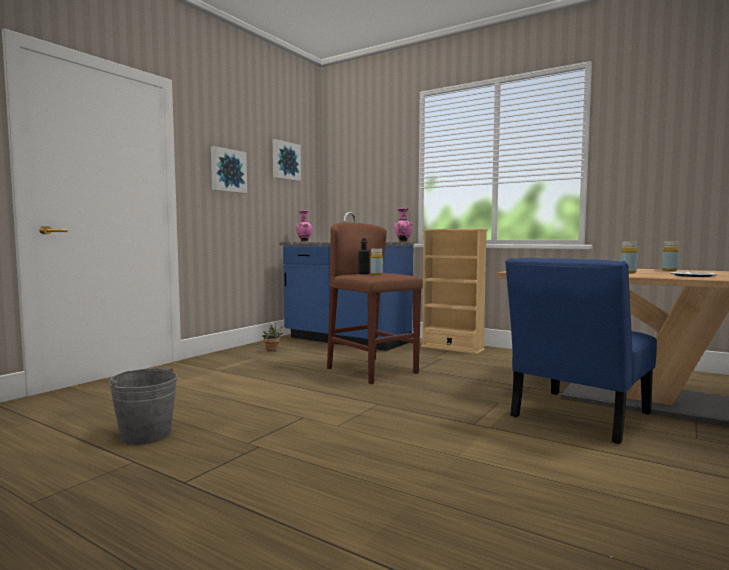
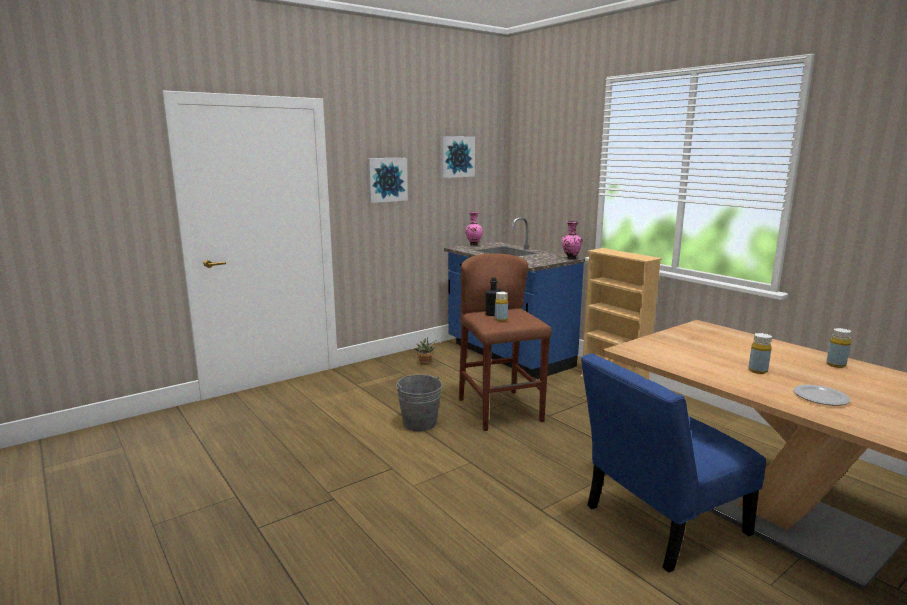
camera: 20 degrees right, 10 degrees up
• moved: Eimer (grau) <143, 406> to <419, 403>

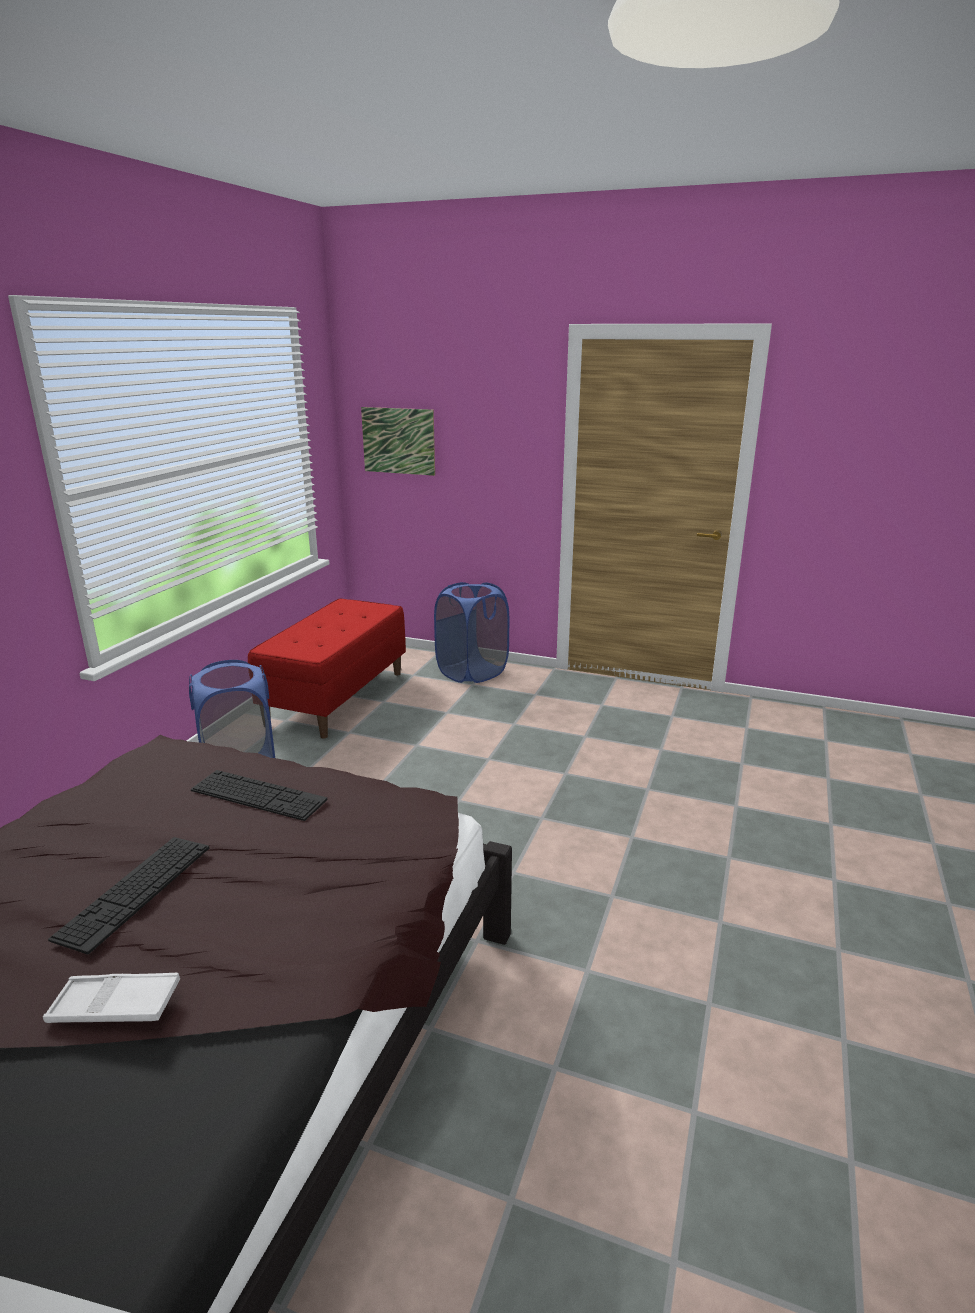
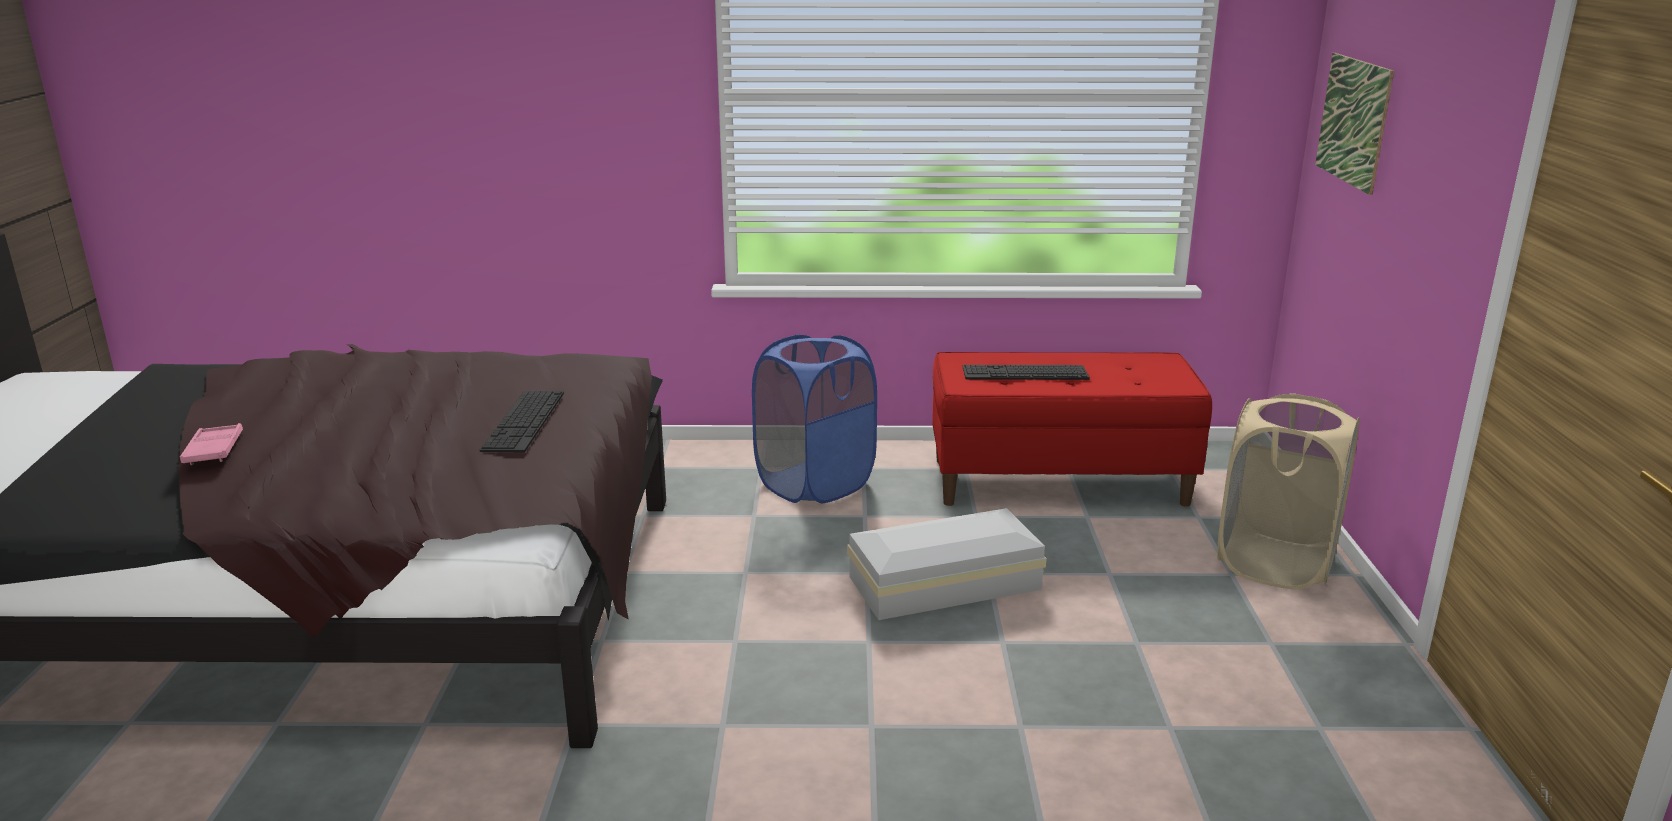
camera: 70 degrees right, 0 degrees up
• recoloured: Tablett (weiß) <111, 998> to Tablett (rosa) <211, 444>
• moved: Tastatur <128, 895> to <1026, 372>
• recoloured: Wäschekorb (blau) <471, 632> to Wäschekorb (beige) <1288, 491>
• added: Aufbewahrungsbox (weiß) <947, 564>

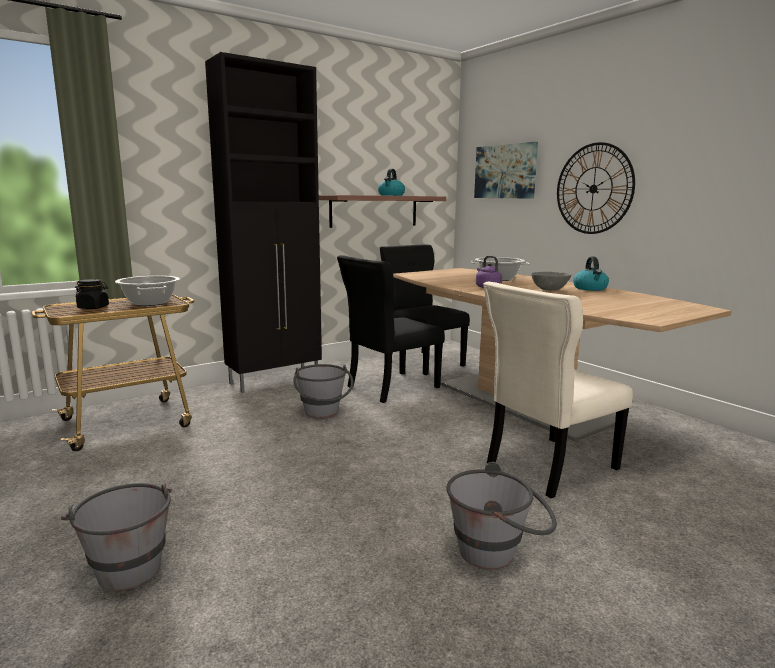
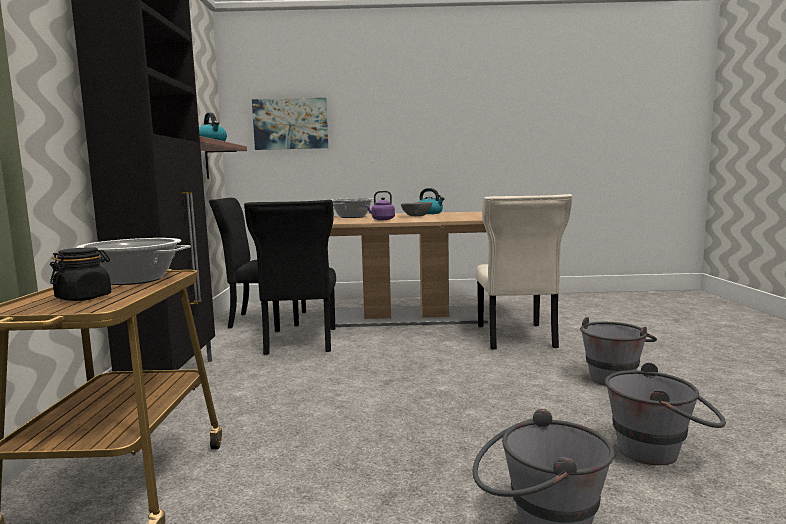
camera: 55 degrees left, 5 degrees down
• moved: Eimer (grau) <323, 391> to <665, 414>
• removed: Wanduhr <596, 188>

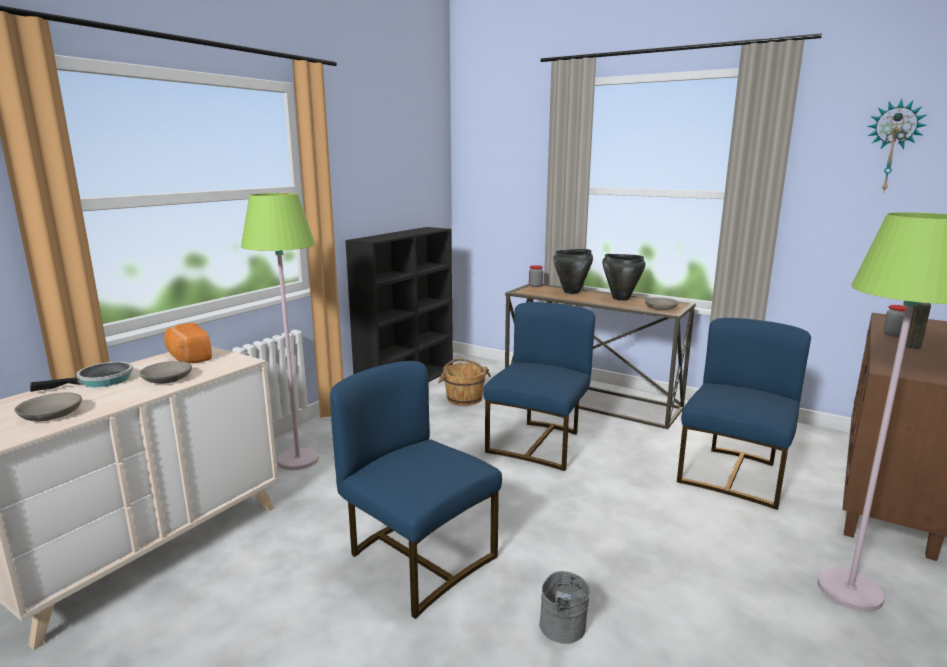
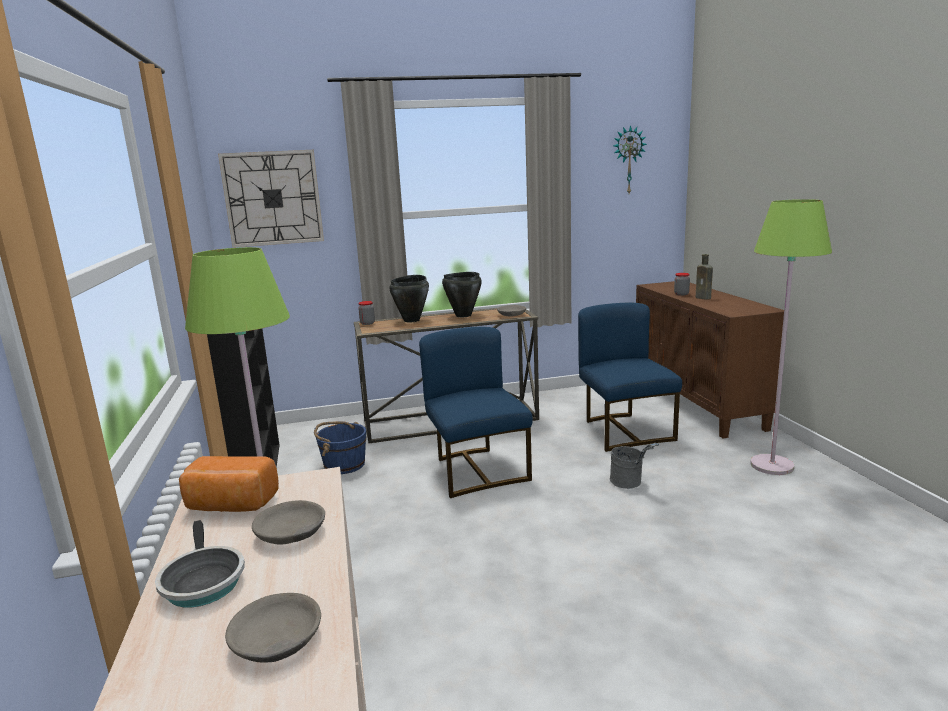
camera: 45 degrees left, 0 degrees up
• turned: Pfanne <81, 377> = <200, 563> 150 degrees clockwise
• removed: Stuhl (blau) <416, 490>
• recoloured: Eimer (braun) <464, 382> to Eimer (blau) <340, 447>
• moved: Eimer (grau) <564, 607> to <634, 466>
• added: Wanduhr <271, 199>

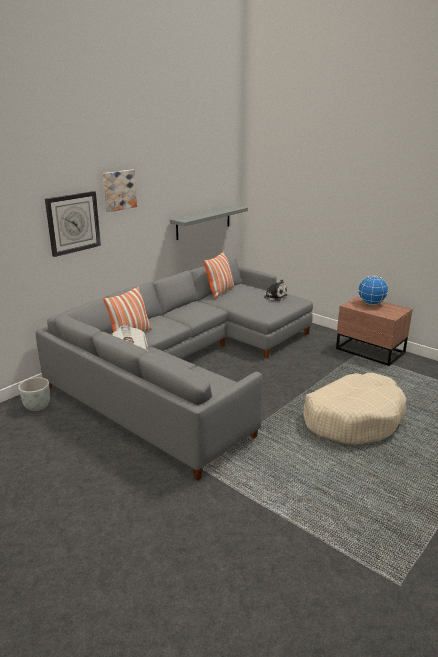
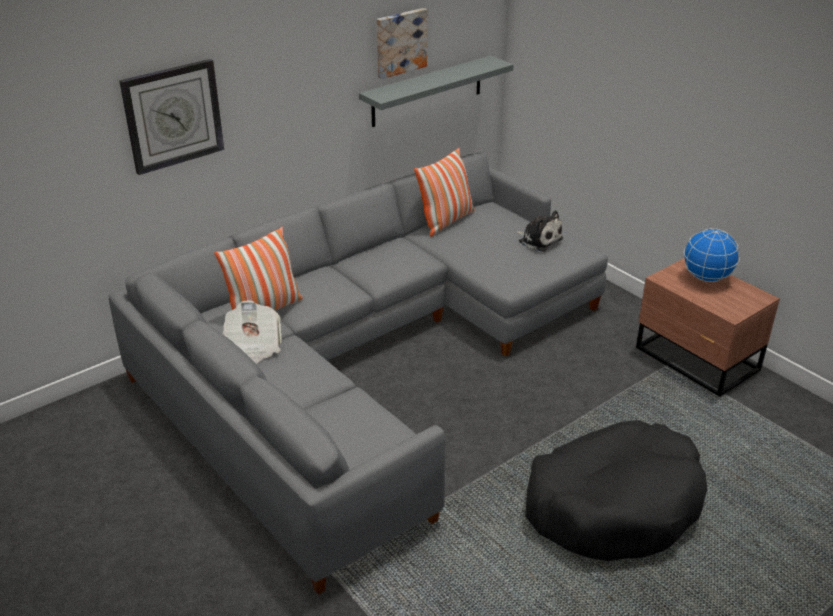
camera: 10 degrees right, 10 degrees up
• removed: Pflanzkübel (grau) <34, 394>
• moved: Bild <120, 191> to <402, 43>
• recoloured: Hundebett (beige) <354, 409> to Hundebett (schwarz) <616, 490>

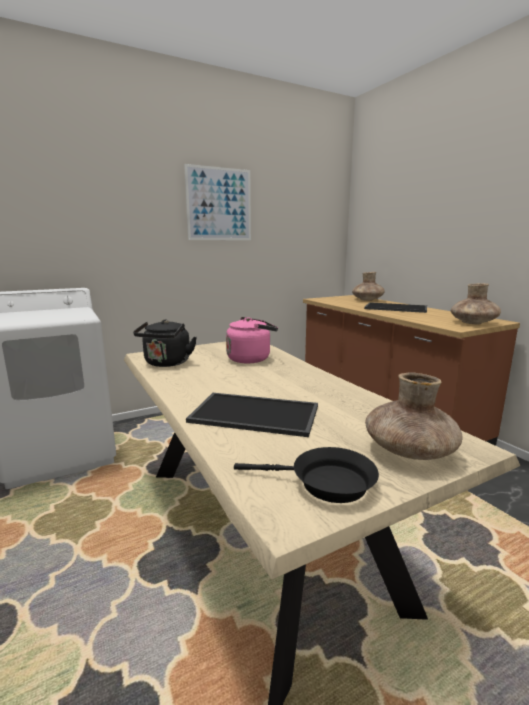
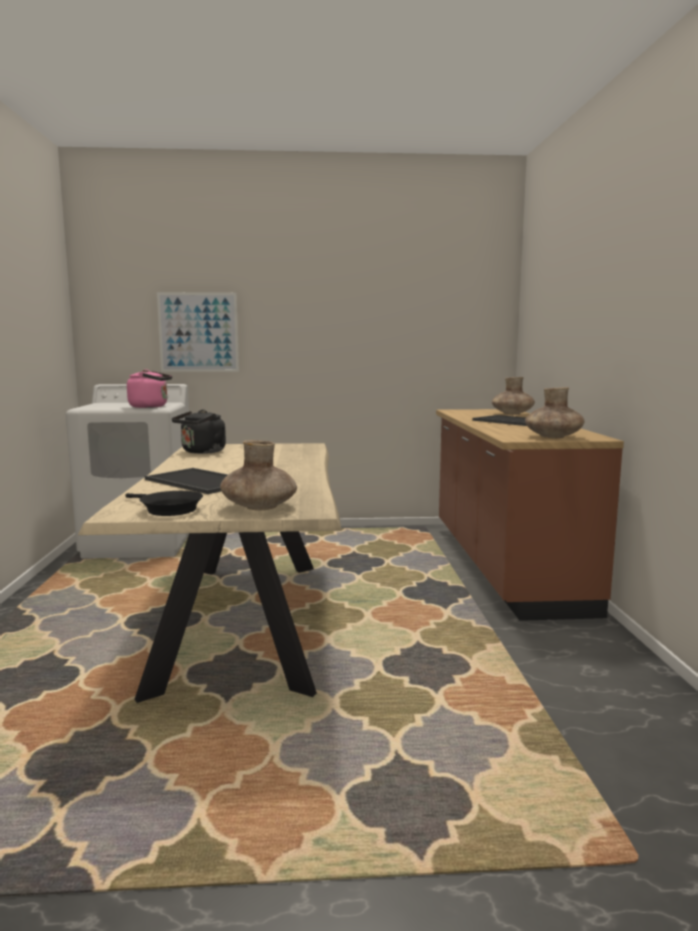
camera: 25 degrees right, 5 degrees down
• moved: Bild <217, 202> to <198, 332>
• moved: Wasserkessel (rosa) <252, 340> to <149, 388>

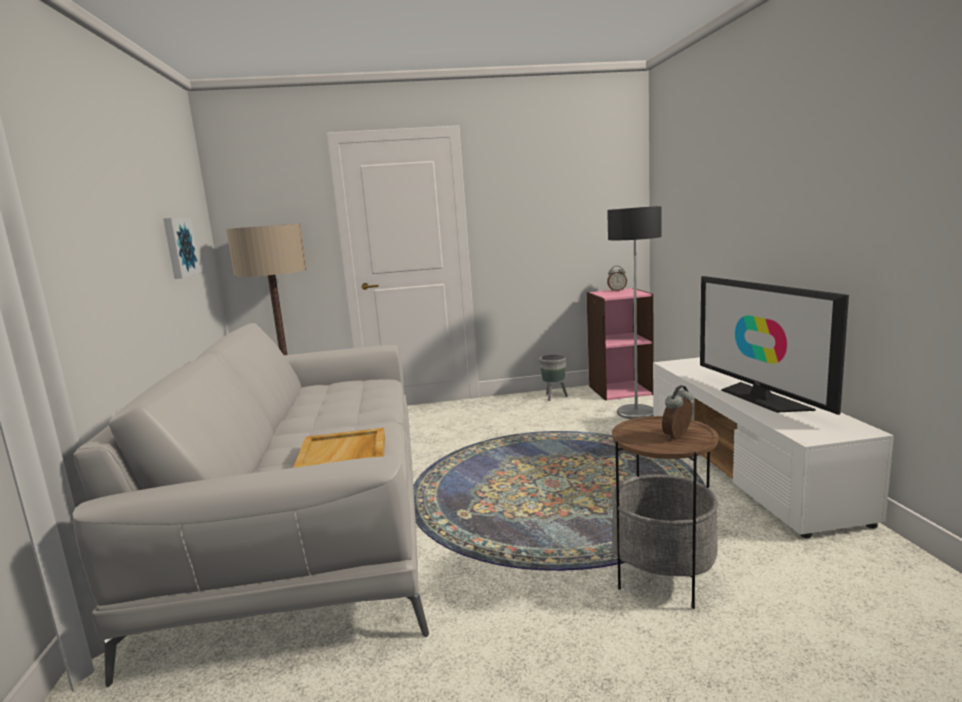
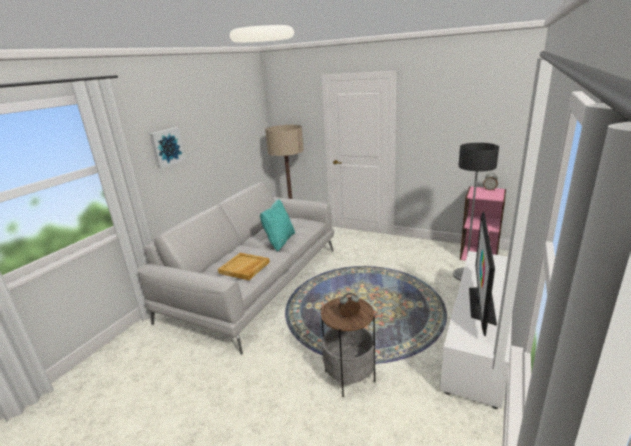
camera: 35 degrees right, 10 degrees up
• moved: Bild <182, 248> to <167, 148>
• removed: Pflanzkübel (grau) <553, 377>
• added: Kissen (türkis) <277, 225>

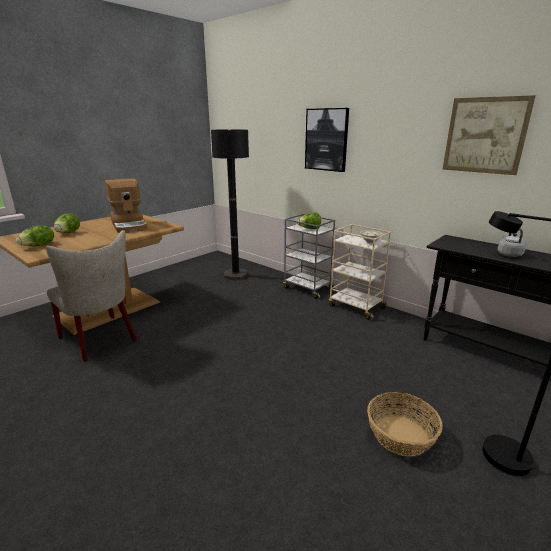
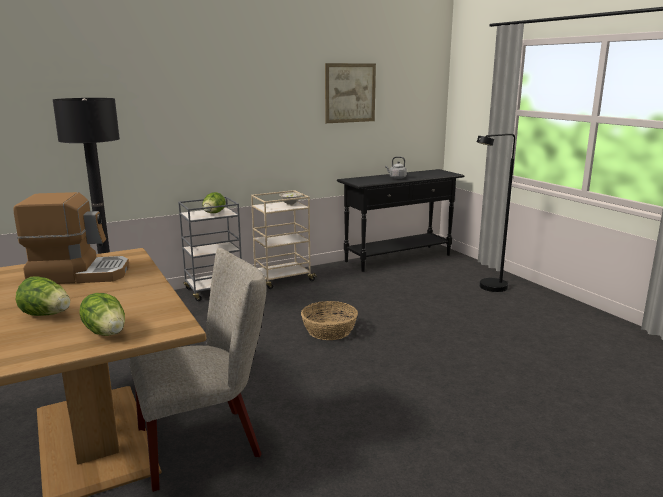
camera: 70 degrees left, 5 degrees down
• removed: Bild <327, 140>
• moved: Korb <405, 424> to <329, 320>

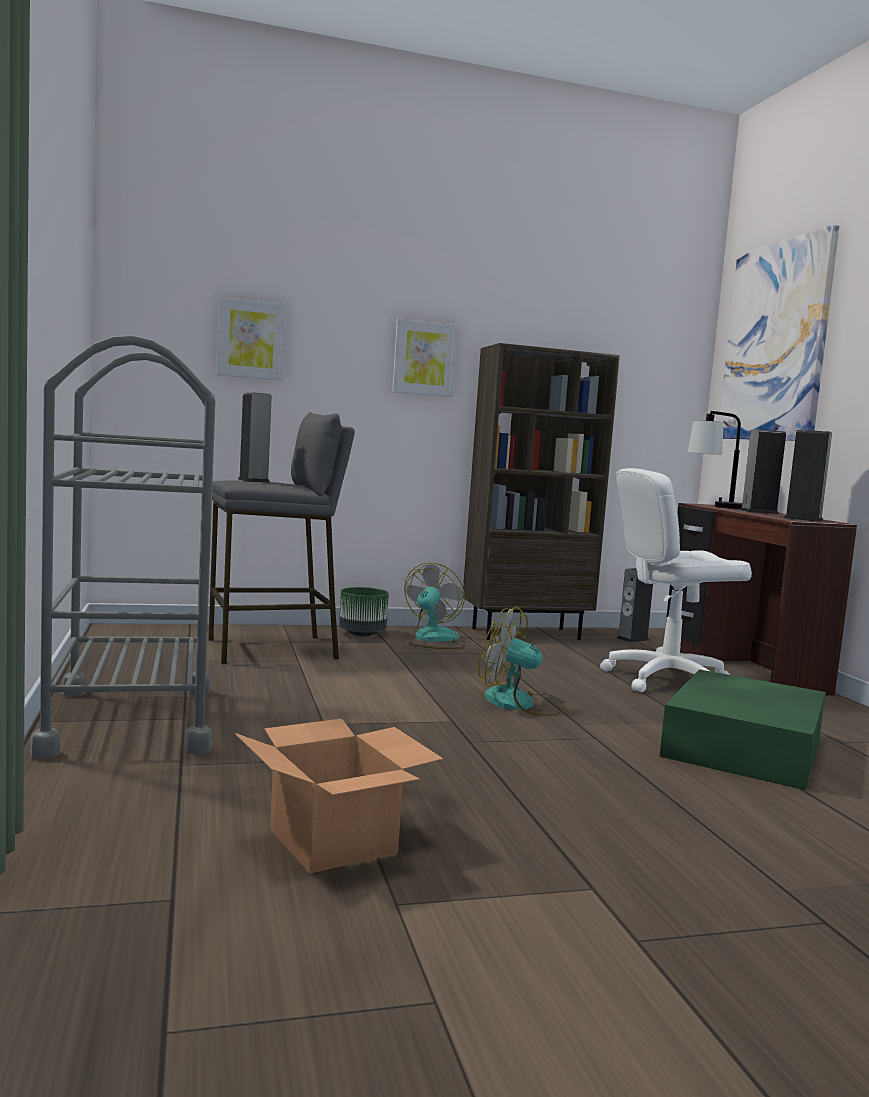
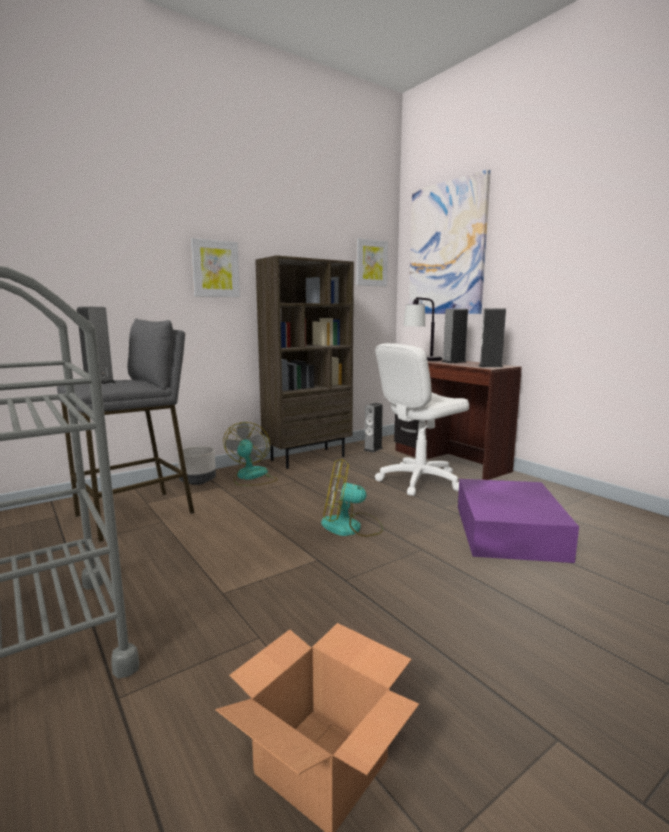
camera: 20 degrees left, 5 degrees up
• moved: Bild <251, 339> to <372, 262>
• recoloured: Pflanzkübel (grün) <364, 612> to Pflanzkübel (grau) <196, 465>
• recoloured: Aufbewahrungsbox (grün) <743, 729> to Aufbewahrungsbox (lila) <518, 521>

